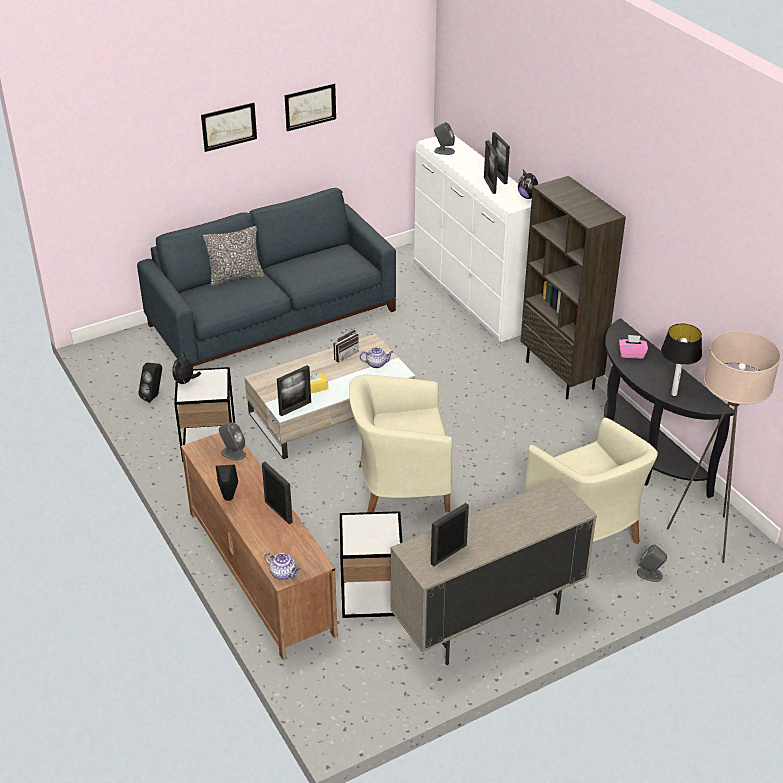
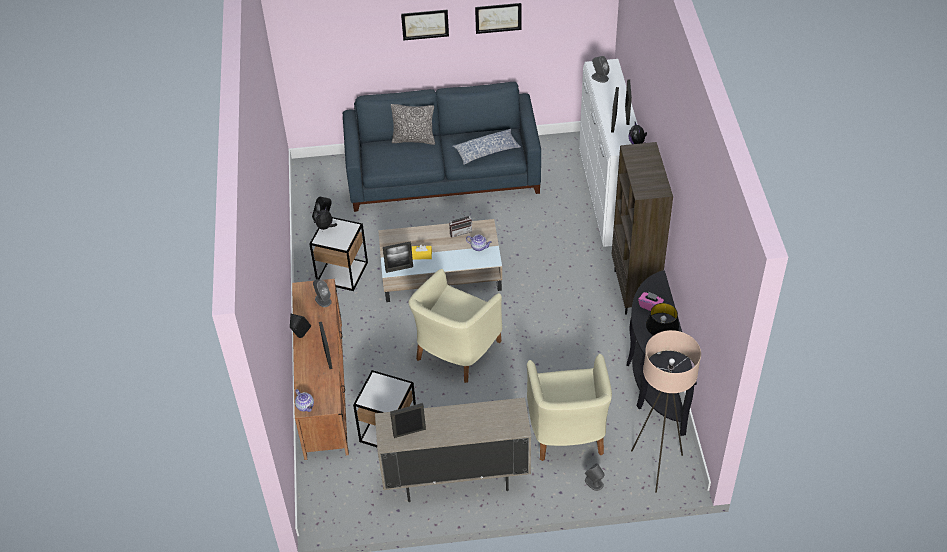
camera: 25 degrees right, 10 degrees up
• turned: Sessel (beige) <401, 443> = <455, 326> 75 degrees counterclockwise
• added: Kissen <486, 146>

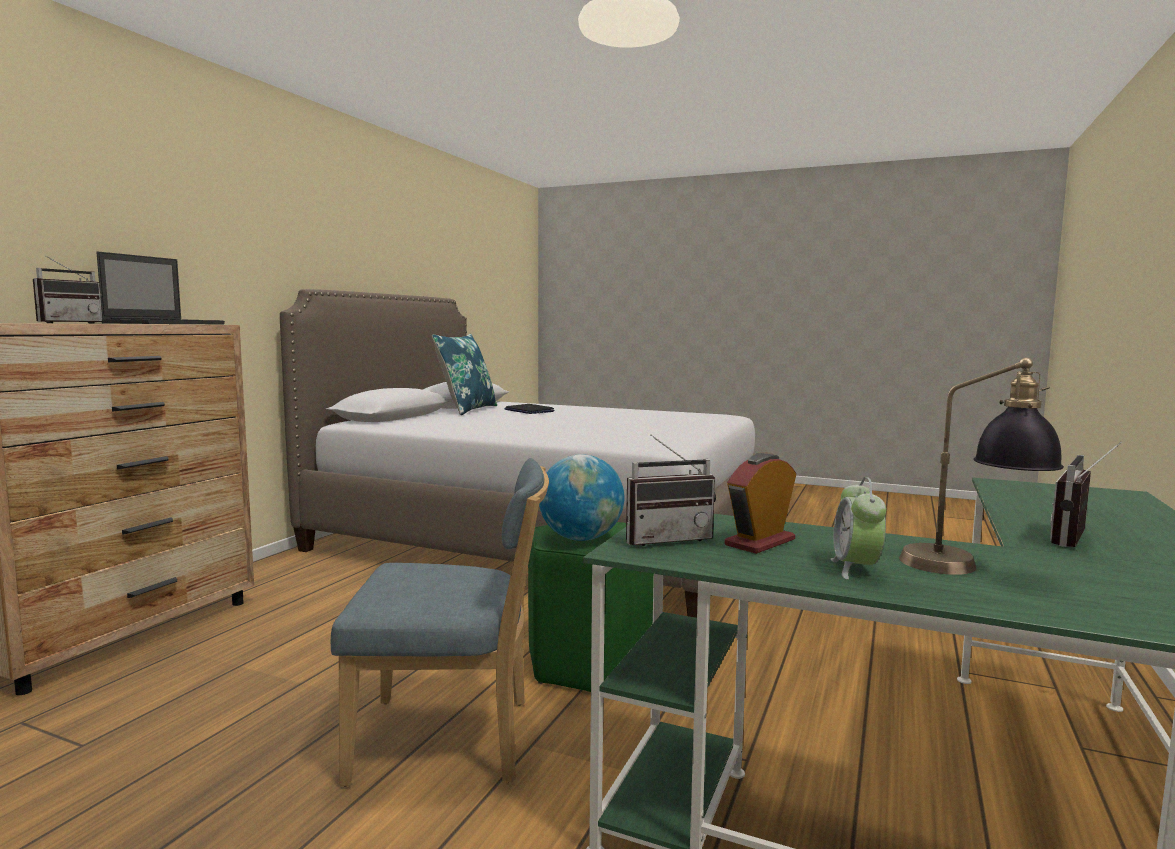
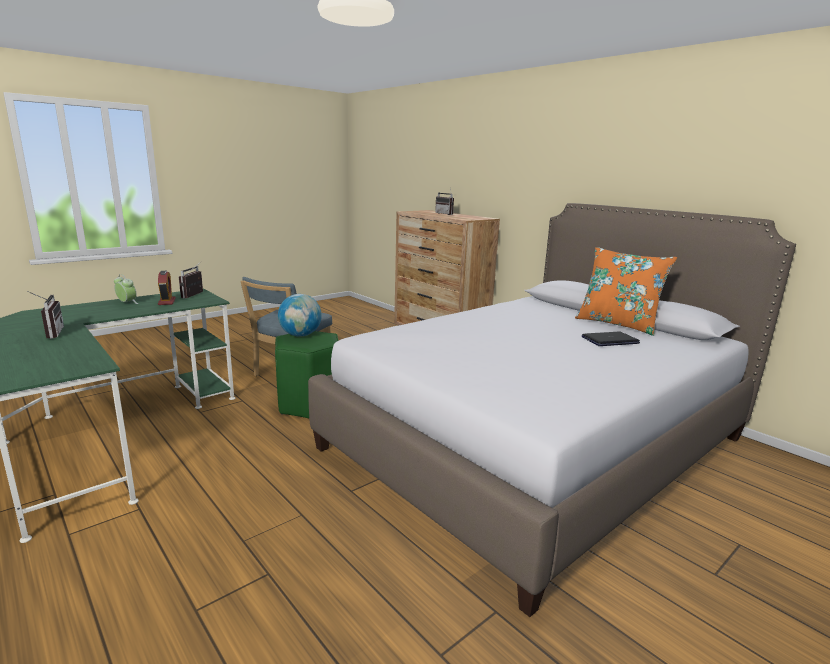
camera: 115 degrees right, 10 degrees up
• removed: Laptop <161, 287>
• recoloured: Kissen (blau) <464, 374> to Kissen (orange) <626, 291>
• removed: Tischlampe <981, 466>

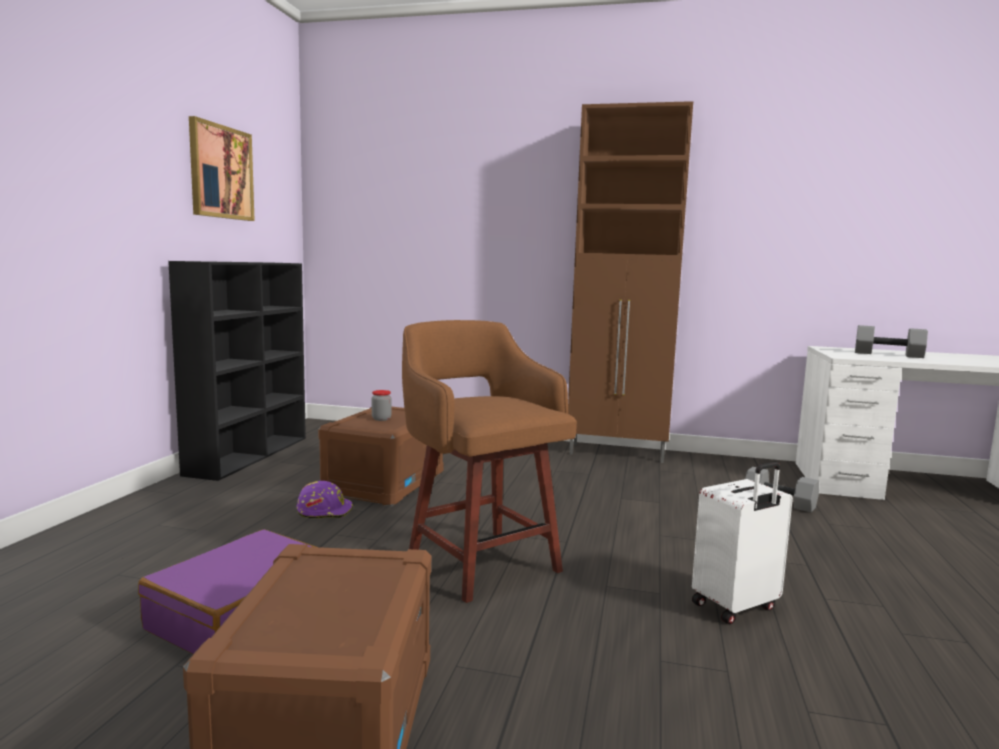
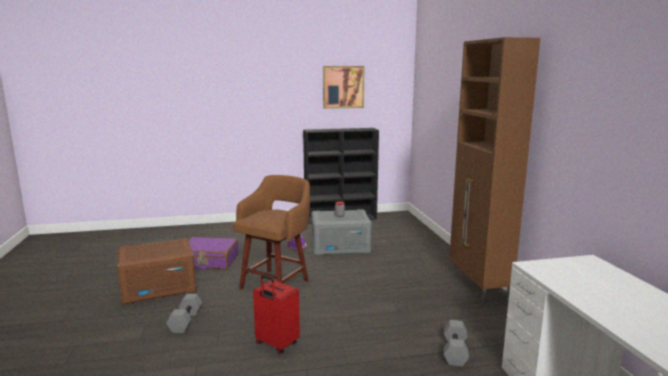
camera: 65 degrees right, 5 degrees up
• recoloured: Aufbewahrungsbox (braun) <381, 456> to Aufbewahrungsbox (grau) <341, 232>
• recoloured: Koffer (weiß) <742, 543> to Koffer (rot) <276, 314>
• moved: Hantel (grau) <891, 341> to <184, 313>

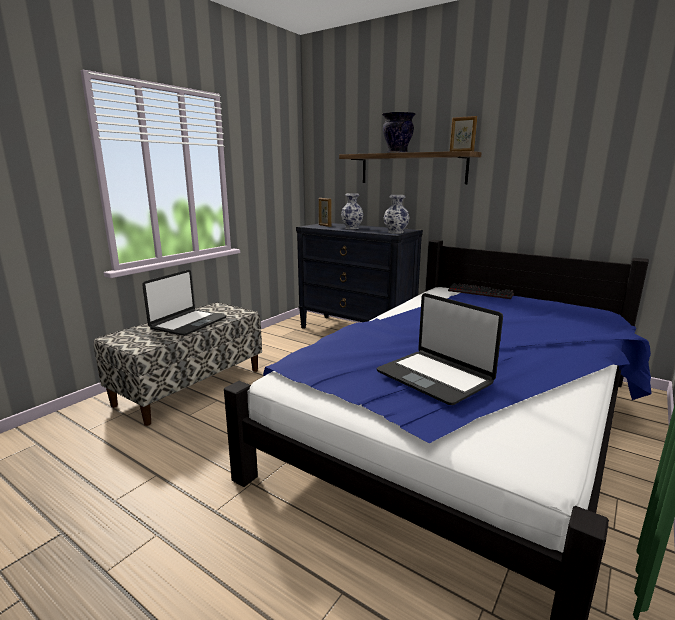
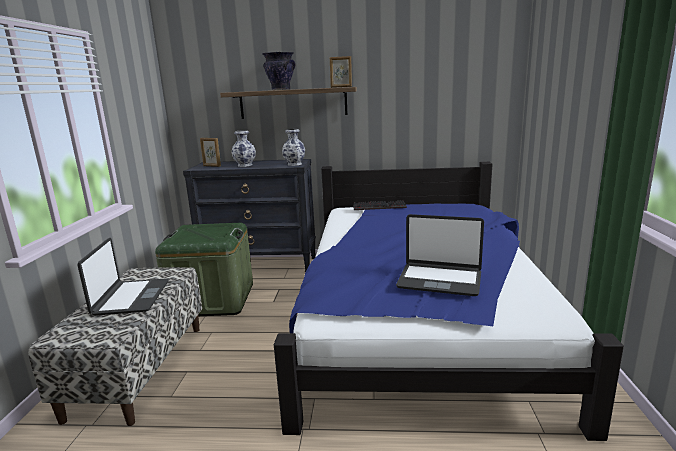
camera: 30 degrees left, 0 degrees up
• added: Aufbewahrungsbox (grün) <204, 269>

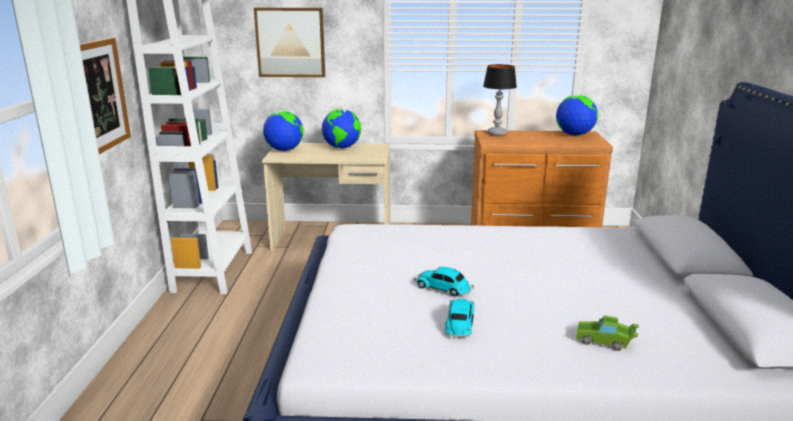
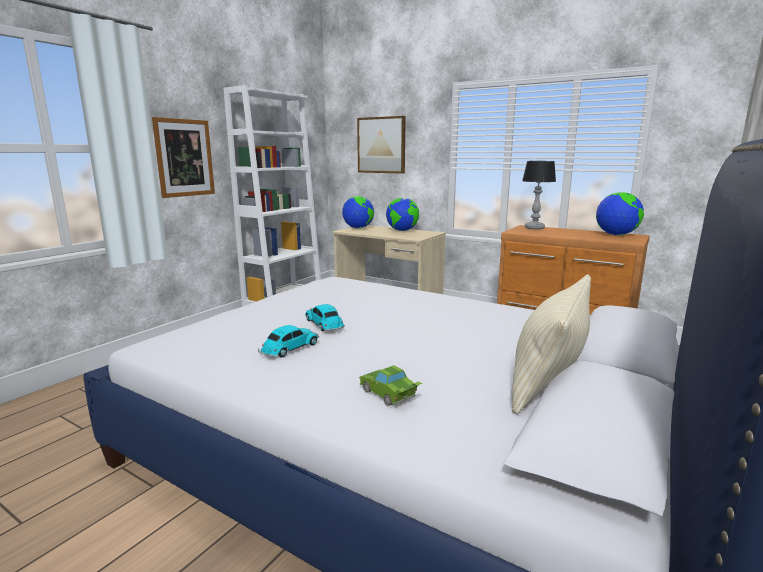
camera: 30 degrees right, 5 degrees down
• added: Kissen (beige) <551, 344>

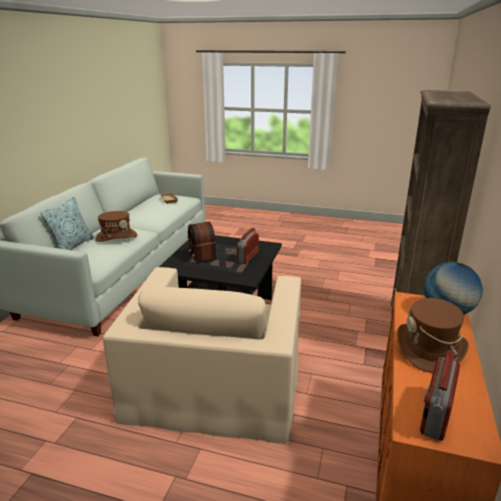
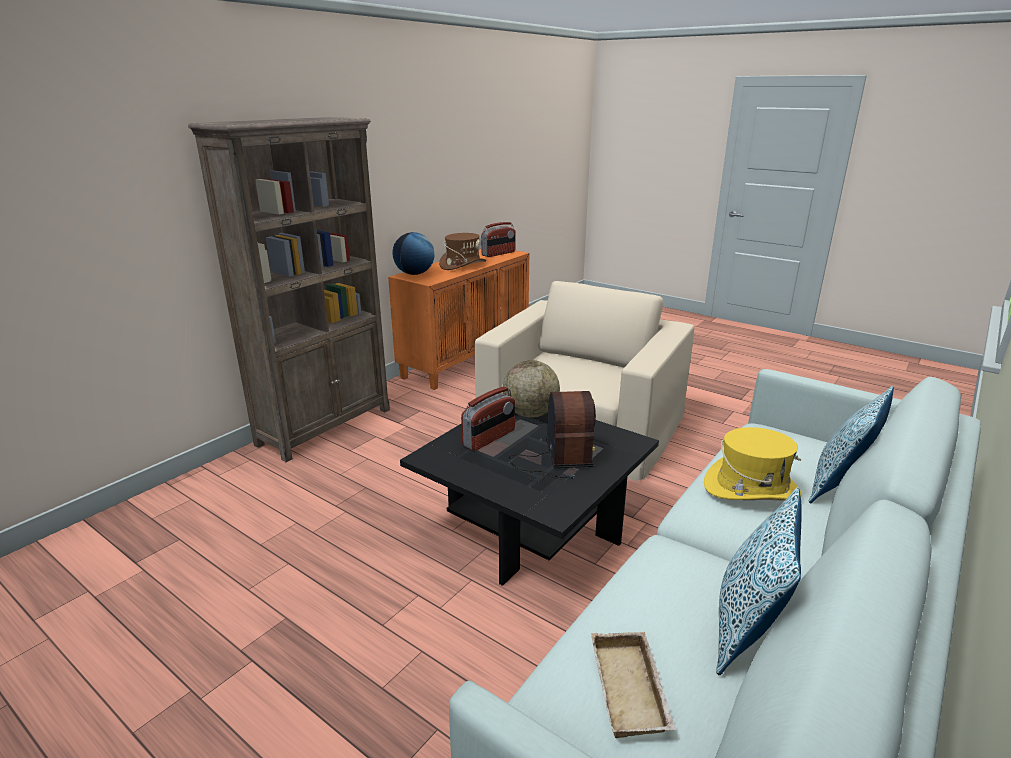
camera: 160 degrees left, 0 degrees up
• recoloured: Hut (braun) <116, 226> to Hut (gelb) <753, 463>
• added: Globus <531, 389>
• added: Kissen <759, 581>

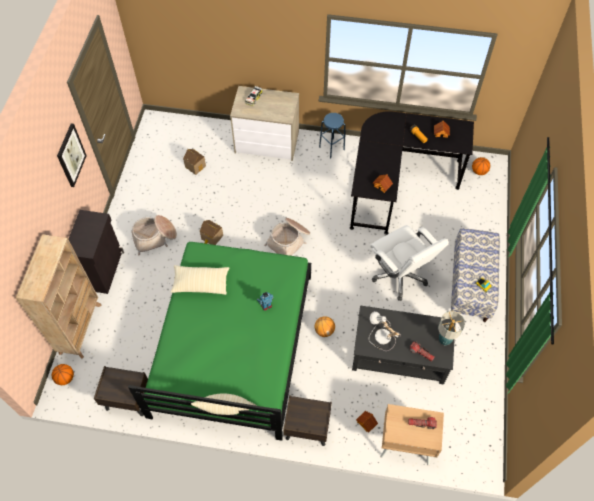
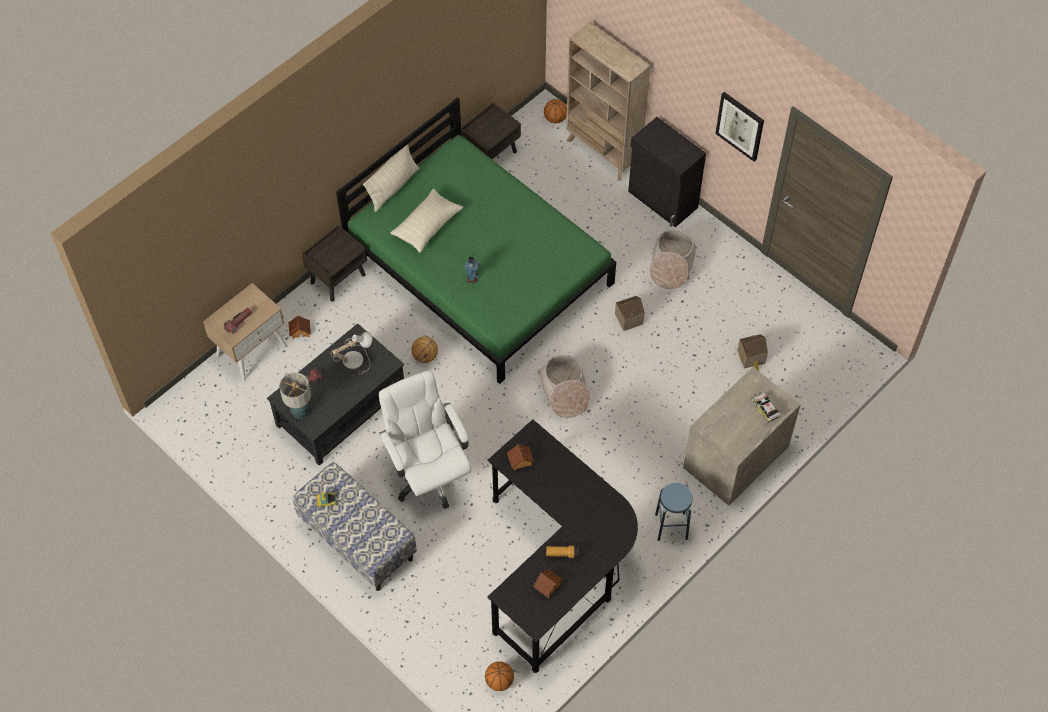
camera: 125 degrees right, 0 degrees up
• moved: Kissen (beige) <200, 280> to <426, 221>
• turned: Bürostuhl (weiß) <409, 263> = <425, 439> 60 degrees clockwise

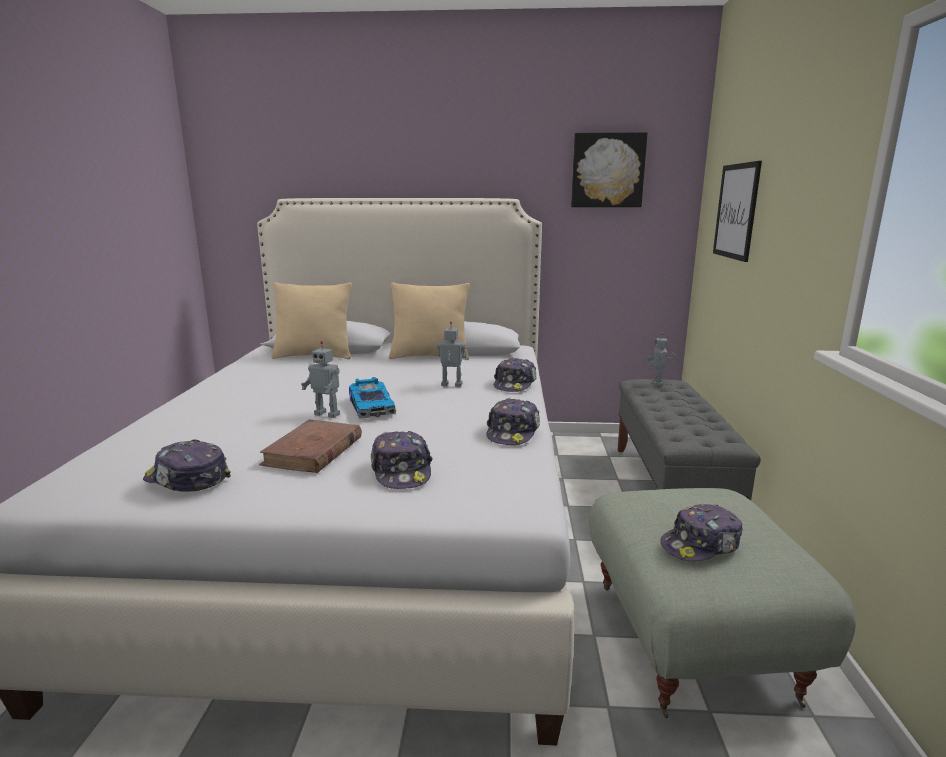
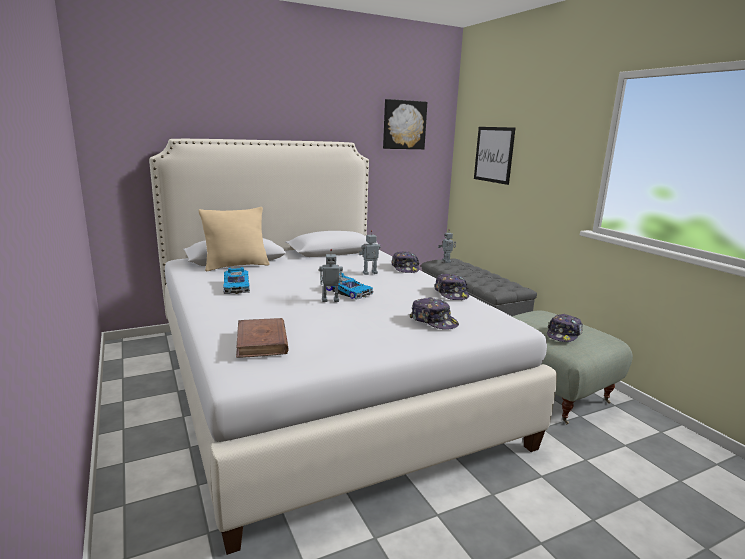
camera: 30 degrees left, 0 degrees up
• removed: Kappe <187, 465>
• moved: Buch (braun) <310, 446> to <262, 338>
• removed: Kissen (beige) <429, 321>
• added: Spielzeugauto <236, 280>

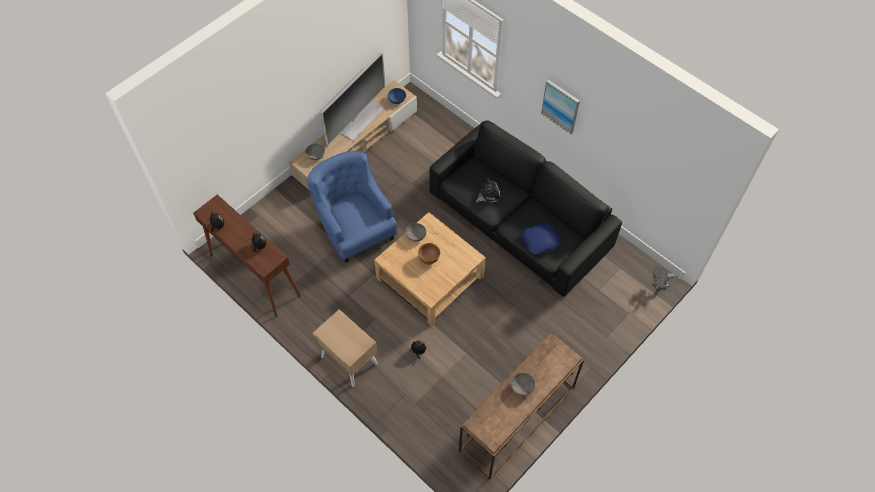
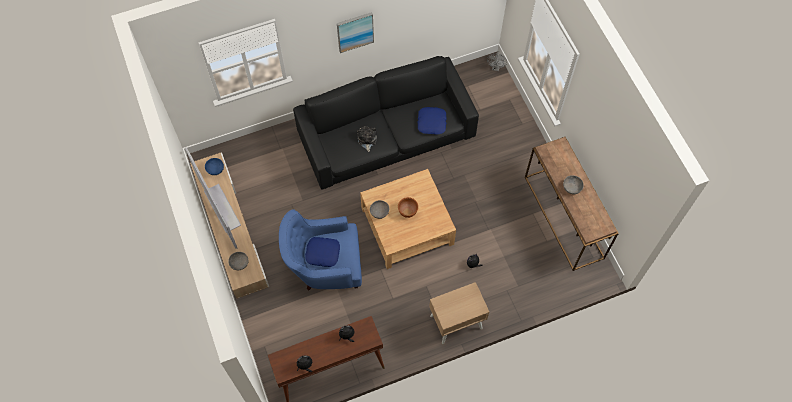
camera: 65 degrees left, 5 degrees up
• added: Kissen (blau) <322, 252>

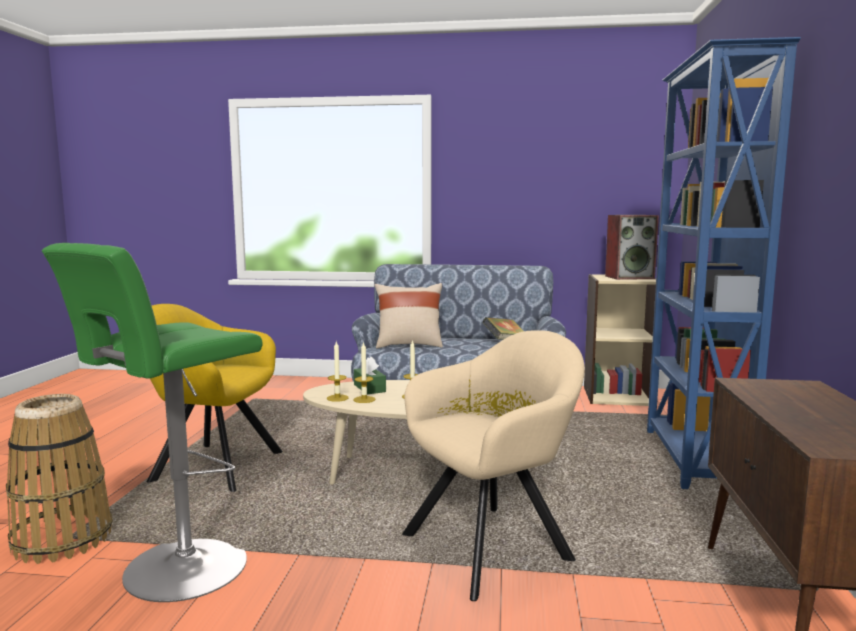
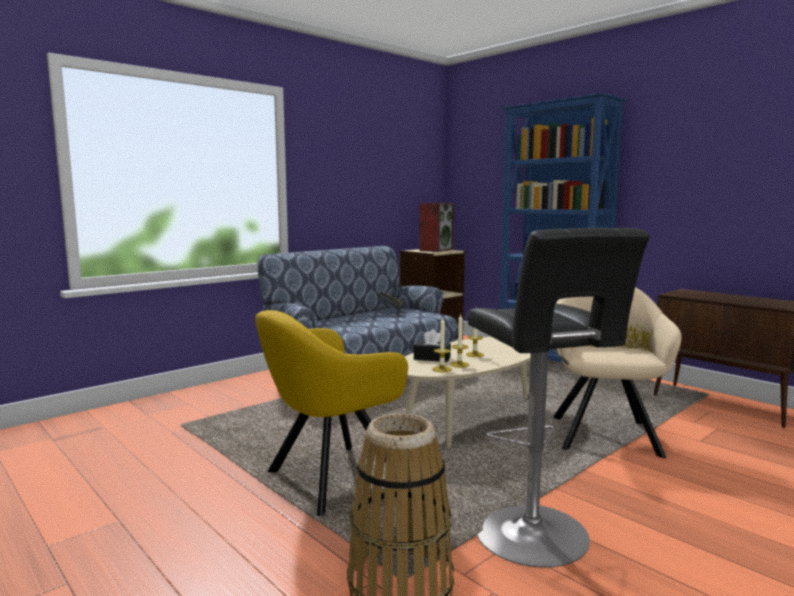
camera: 50 degrees left, 0 degrees up
• recoloured: Hocker (grün) <152, 422> to Hocker (schwarz) <558, 397>
• recoloured: Taschentuchbox (grün) <370, 375> to Taschentuchbox (schwarz) <432, 345>
• removed: Kissen (beige) <409, 315>

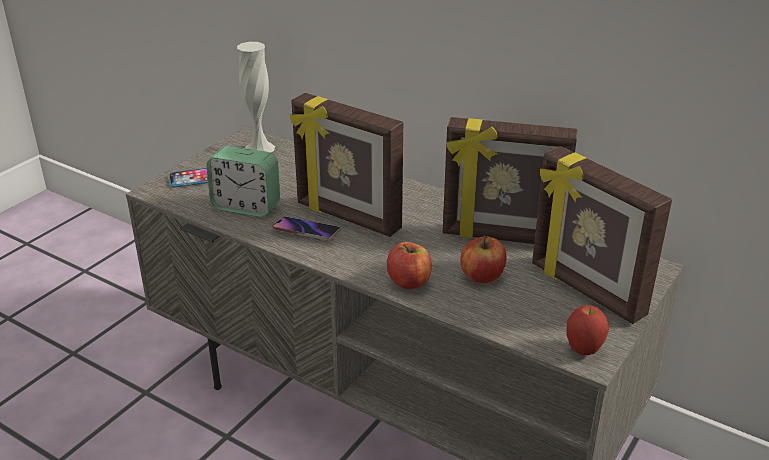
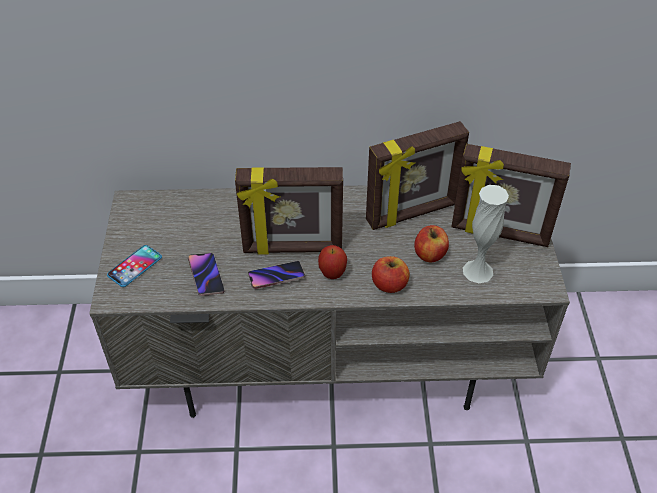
camera: 35 degrees left, 15 degrees up
• replaced: Wecker <243, 181> to Handy <206, 274>
• moved: Vase (weiß) <256, 97> to <486, 234>
• moved: Apfel <588, 330> to <332, 262>

